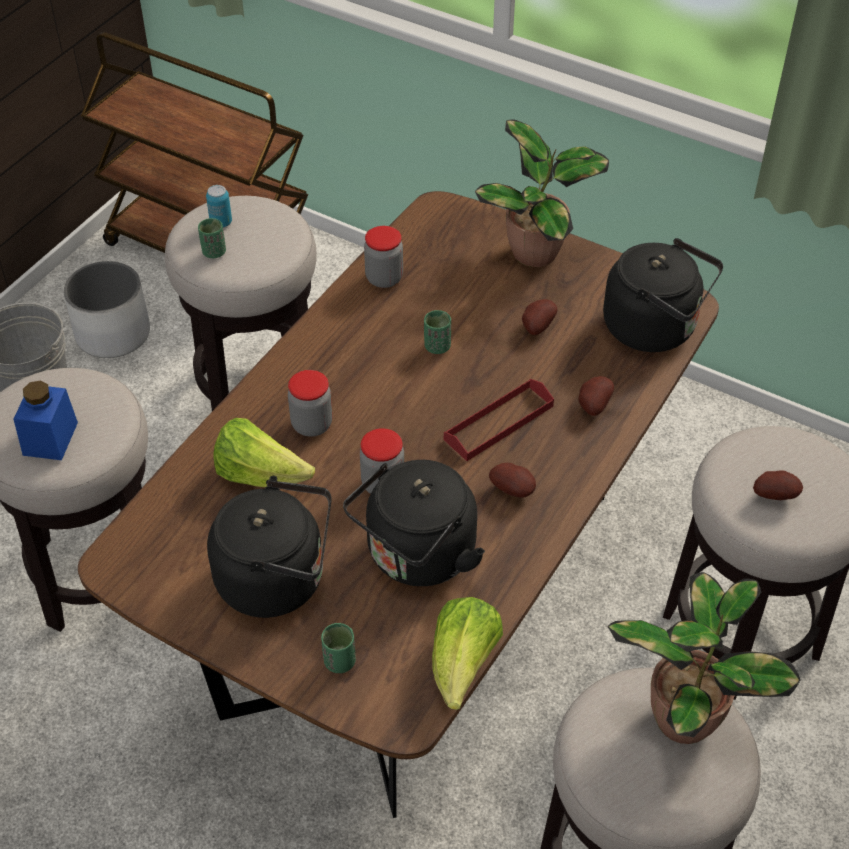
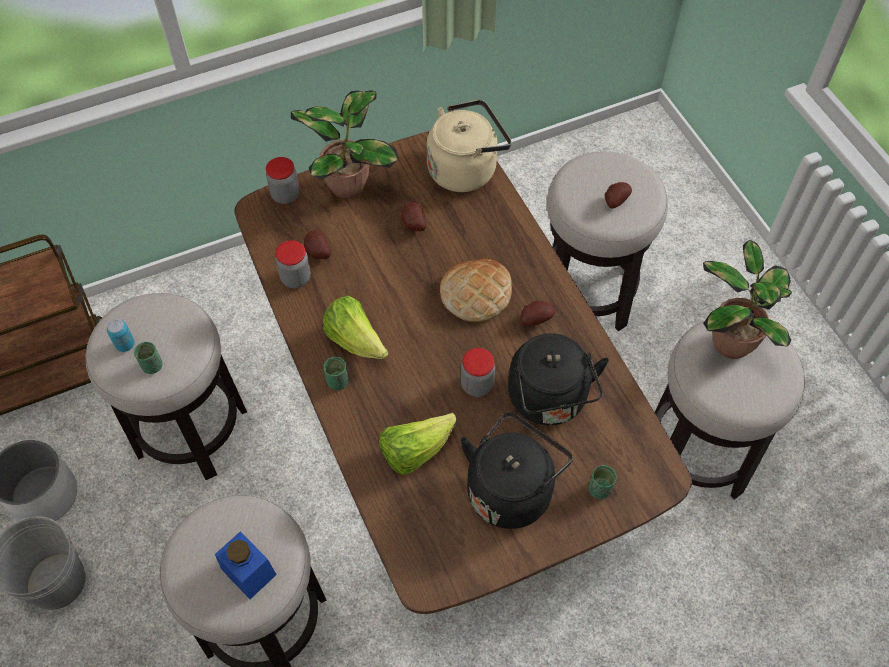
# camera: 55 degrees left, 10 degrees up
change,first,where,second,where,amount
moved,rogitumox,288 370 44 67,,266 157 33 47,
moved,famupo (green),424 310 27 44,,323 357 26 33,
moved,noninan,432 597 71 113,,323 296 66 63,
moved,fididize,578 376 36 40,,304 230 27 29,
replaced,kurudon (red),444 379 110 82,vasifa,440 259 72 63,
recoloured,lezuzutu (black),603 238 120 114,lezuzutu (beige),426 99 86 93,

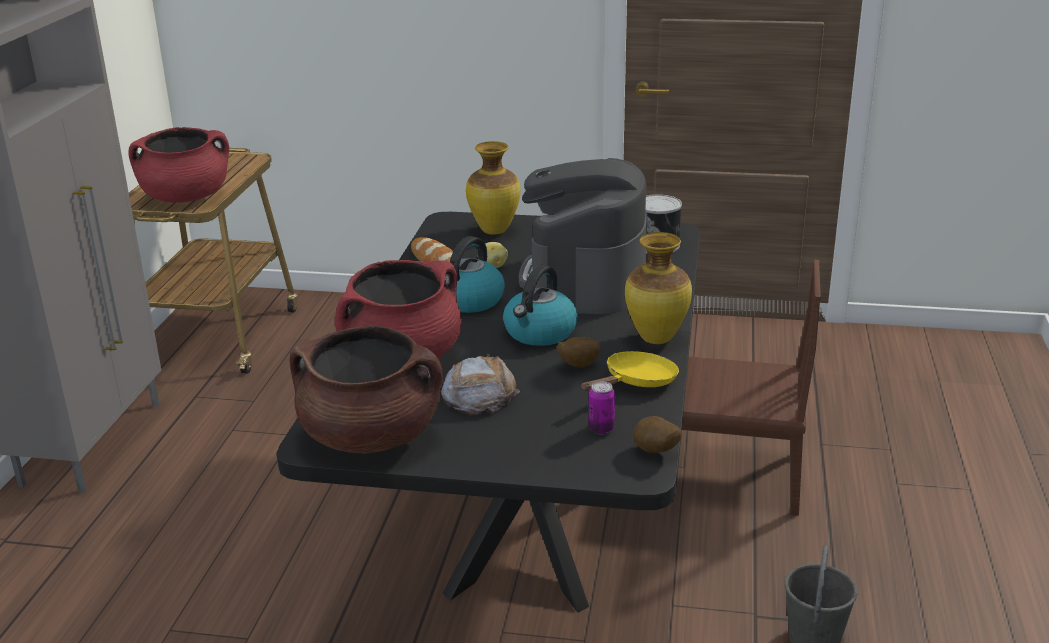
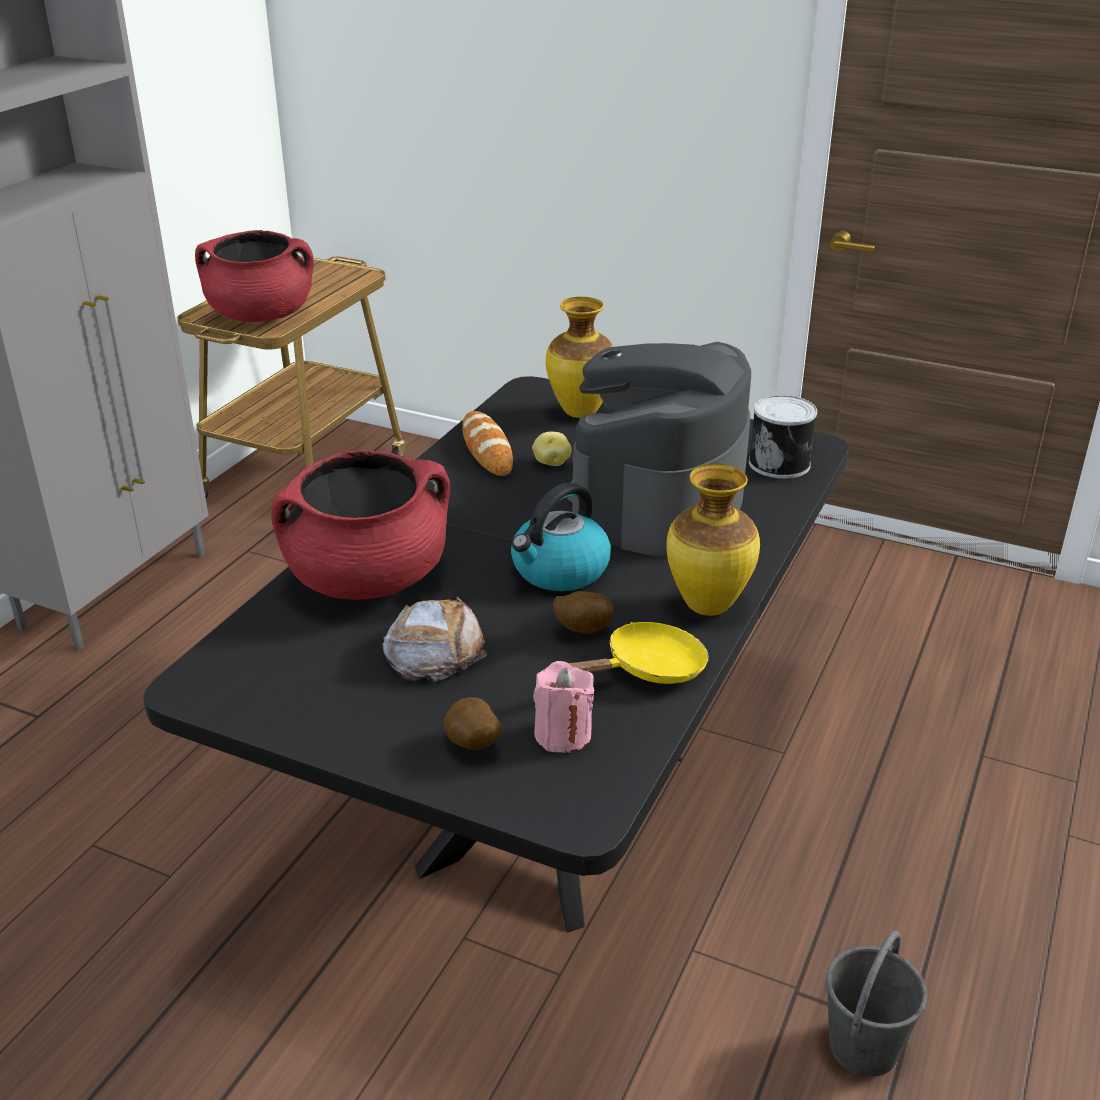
# camera: 15 degrees right, 5 degrees up
change,first,where,second,where,amount
removed,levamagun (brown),289 326 154 128,,,
removed,lezuzutu,445 236 60 77,,,
removed,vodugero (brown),682 260 139 256,,,
moved,fididize,634 416 48 37,,443 697 59 53,
replaced,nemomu,589 382 26 52,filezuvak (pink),533 661 62 92,

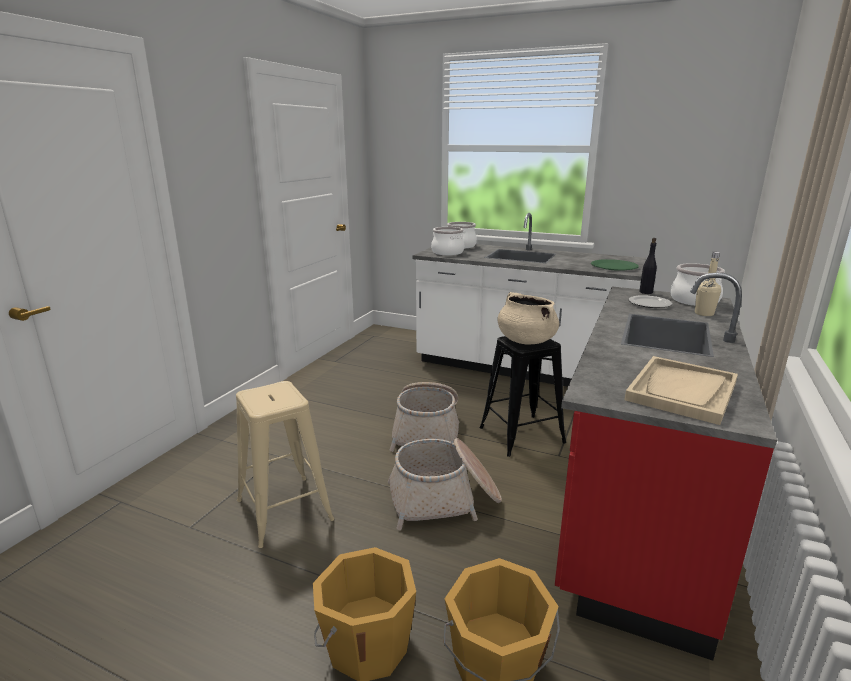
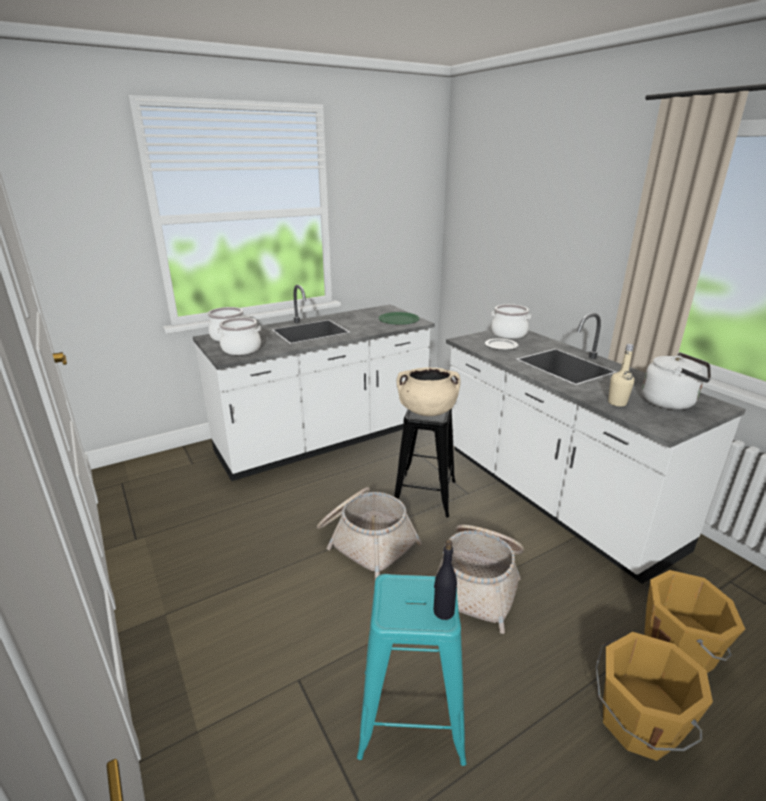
# camera: 55 degrees left, 5 degrees up
change,first,where,second,where,amount
moved,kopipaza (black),639 238 18 56,,434 540 23 80,
moved,kopipaza (beige),695 252 26 64,,608 344 26 63,
replaced,kurudon (beige),625 356 113 69,lezuzutu (white),642 352 69 58,
recoloured,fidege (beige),236 381 98 167,fidege (turquoise),357 574 110 192,
recoloured,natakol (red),555 272 222 389,natakol (white),446 313 300 271,

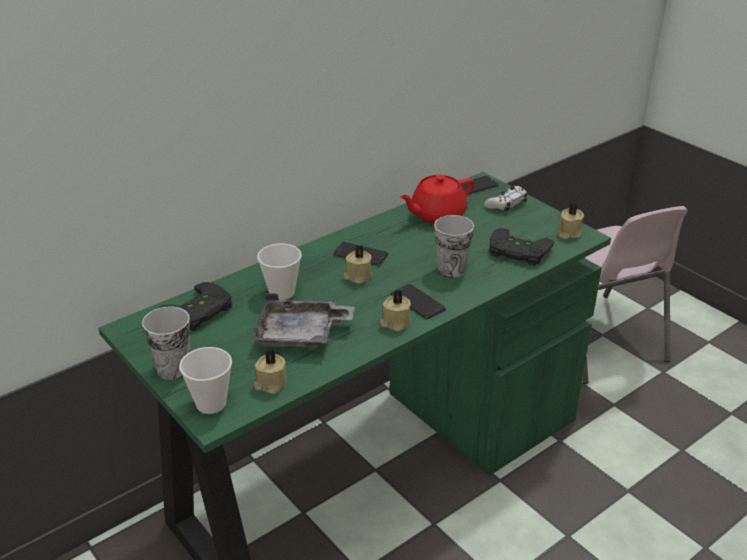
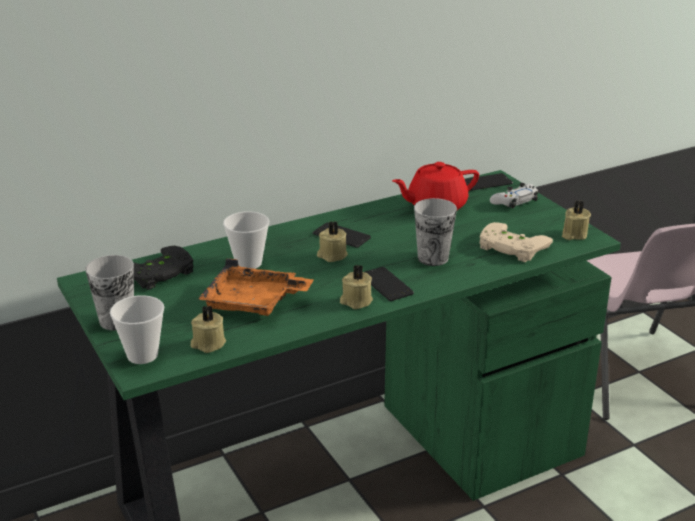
# camera: 10 degrees right, 5 degrees down
change,first,where,second,where,amount
recoloured,kurudon (grey),251 293 104 55,kurudon (orange),198 258 116 58,
recoloured,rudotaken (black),490 228 64 38,rudotaken (beige),480 222 73 41,

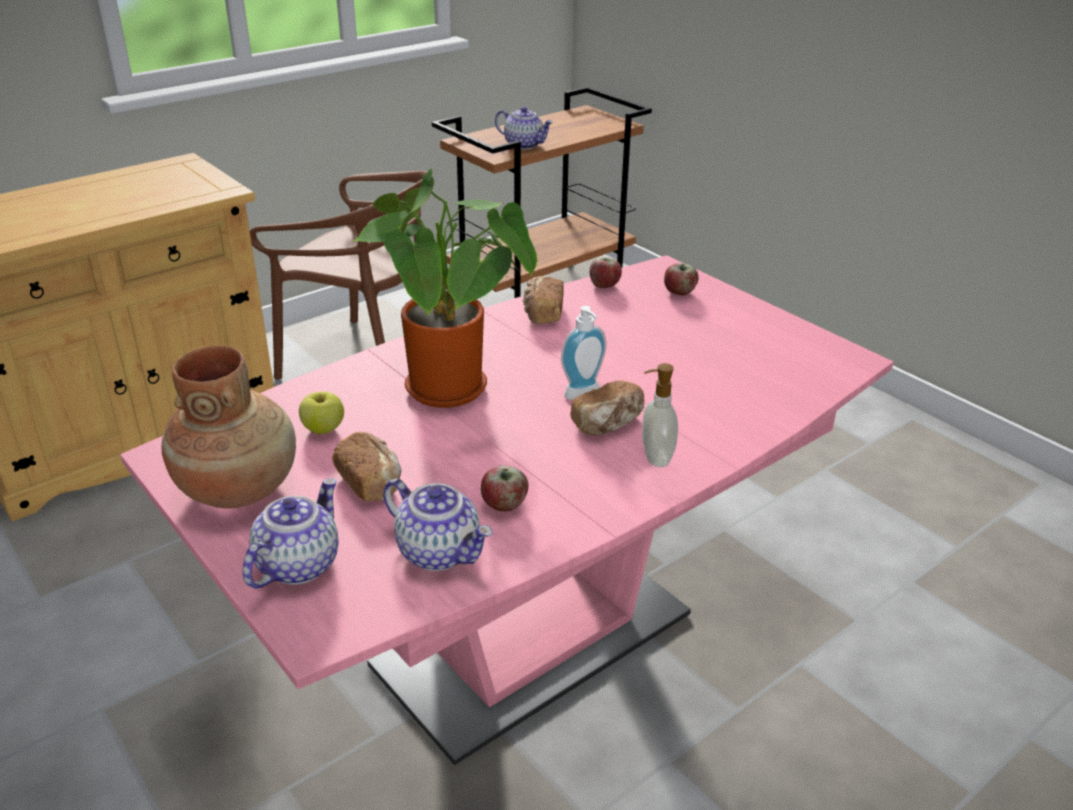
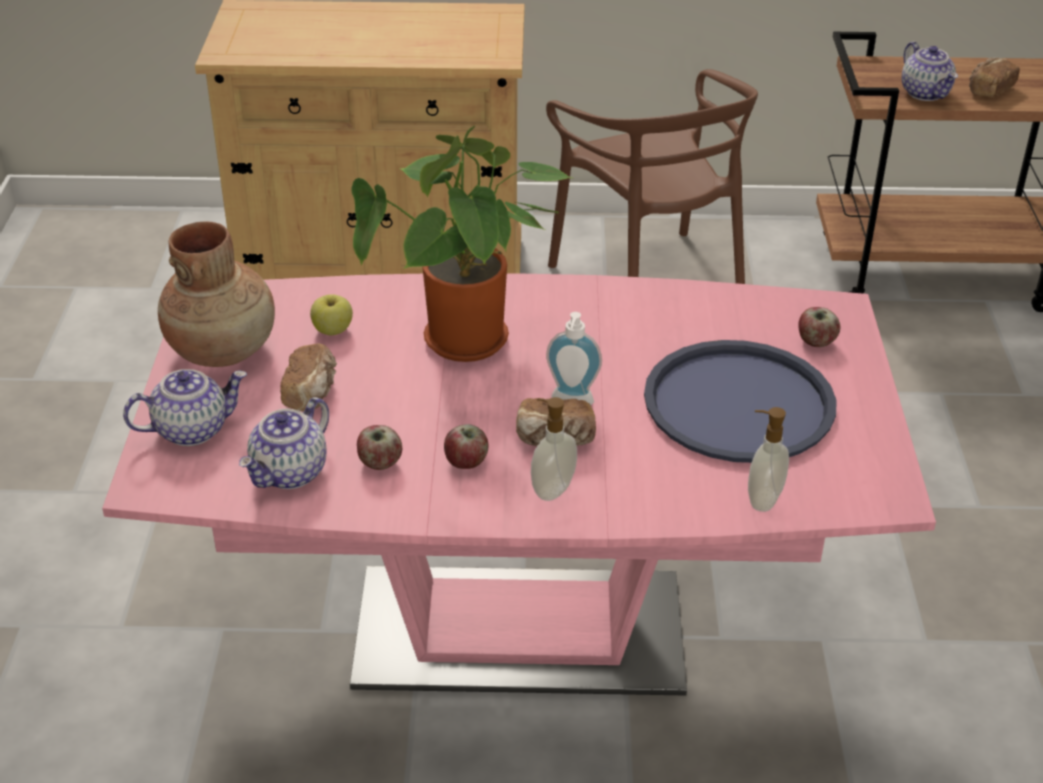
# camera: 40 degrees right, 5 degrees up
change,first,where,second,where,amount
added,,,kurudon (blue),644 340 192 123,
added,,,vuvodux,748 407 41 105,
moved,vasifa,523 276 41 48,,969 58 51 39,
moved,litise,589 257 33 31,,444 424 45 45,
turned,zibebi,383 478 110 93,,239 397 90 92,45 degrees clockwise

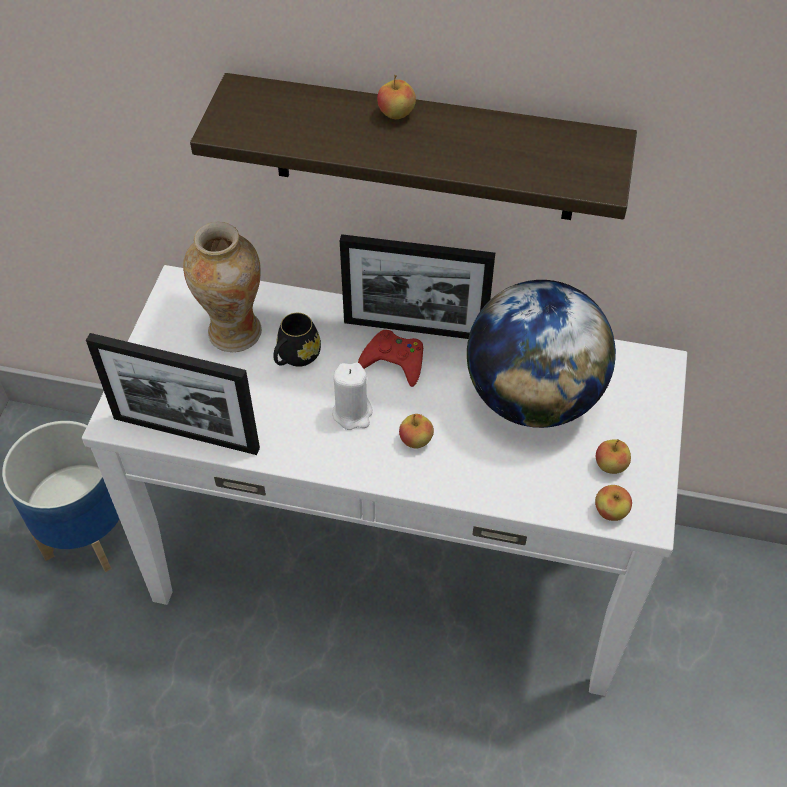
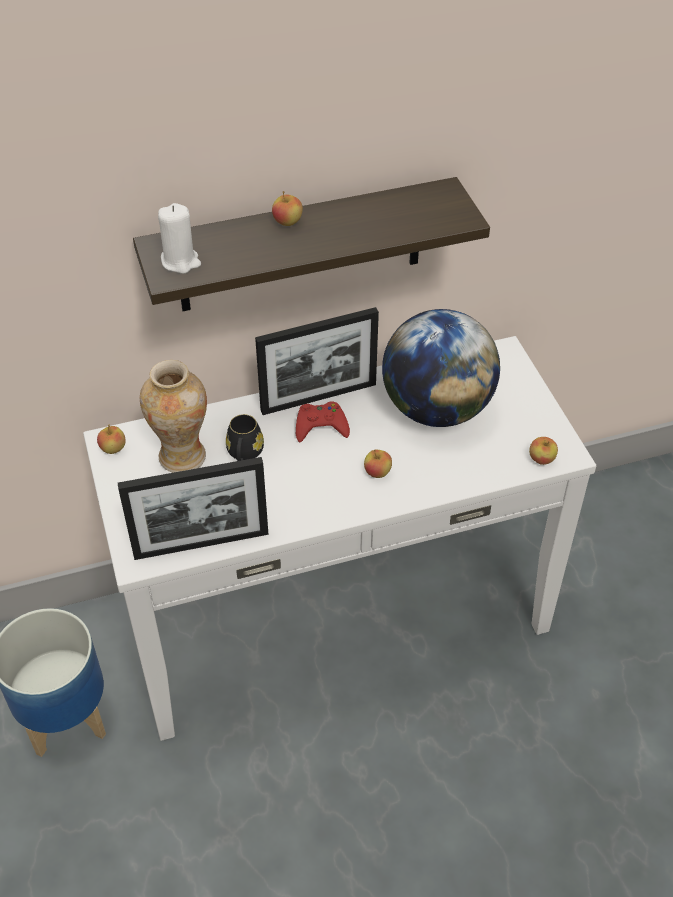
# camera: 30 degrees left, 5 degrees down
change,first,where,second,where,amount
moved,filezuvak (white),332 363 41 67,,158 203 43 71,
moved,litise,596 439 35 35,,97 424 29 30,

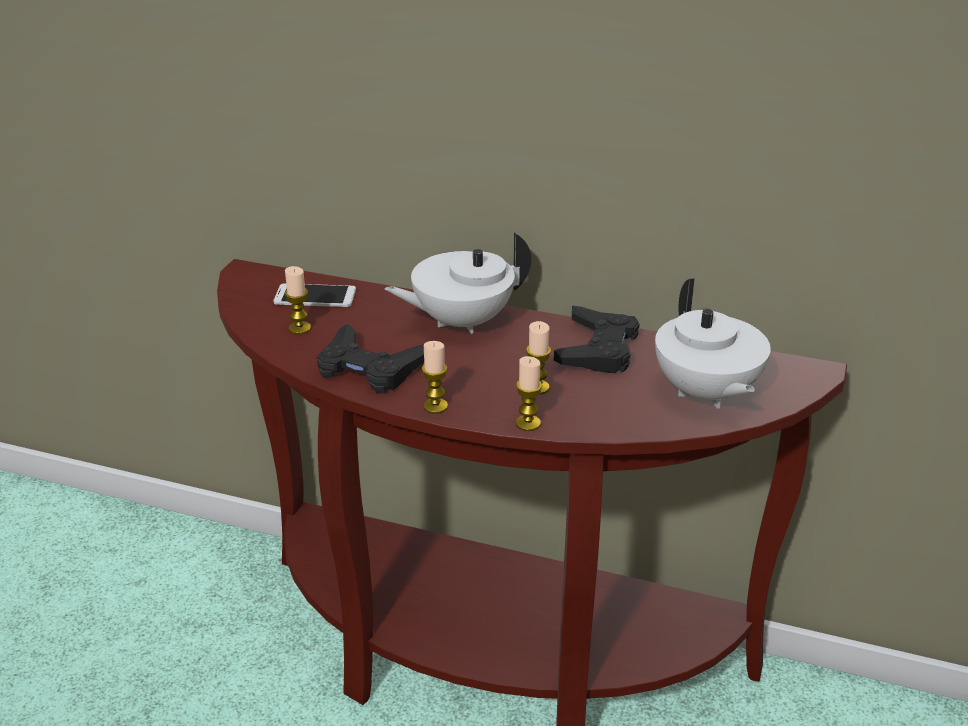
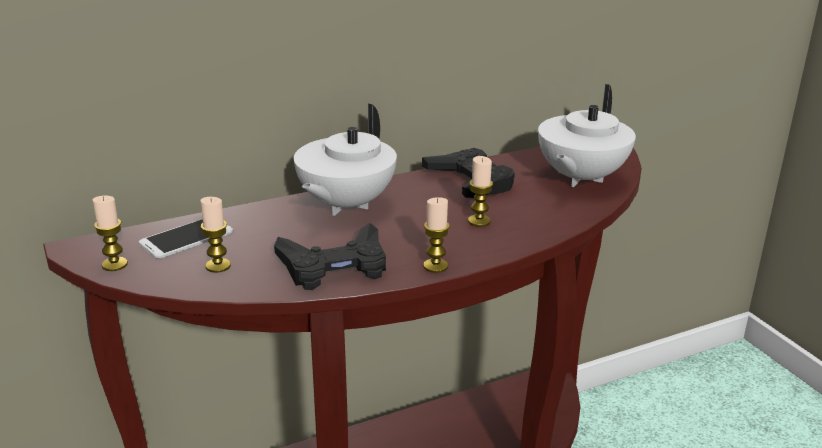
# camera: 45 degrees left, 5 degrees down
change,first,where,second,where,amount
moved,filezuvak,516 356 26 75,,92 196 36 75,
turned,zibebi (white),655 278 116 131,,538 84 98 103,90 degrees clockwise

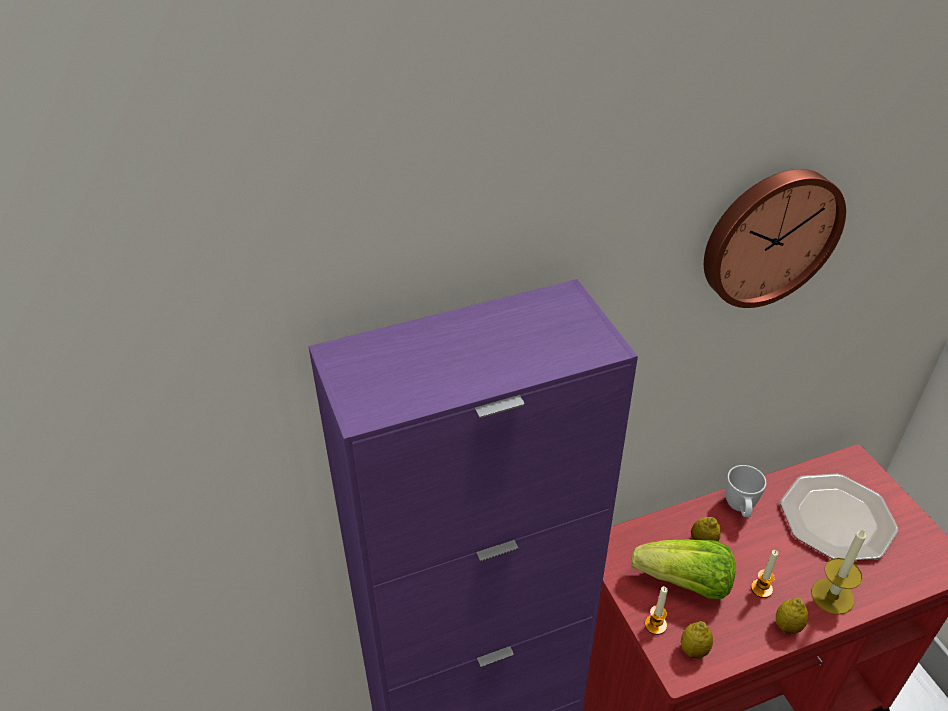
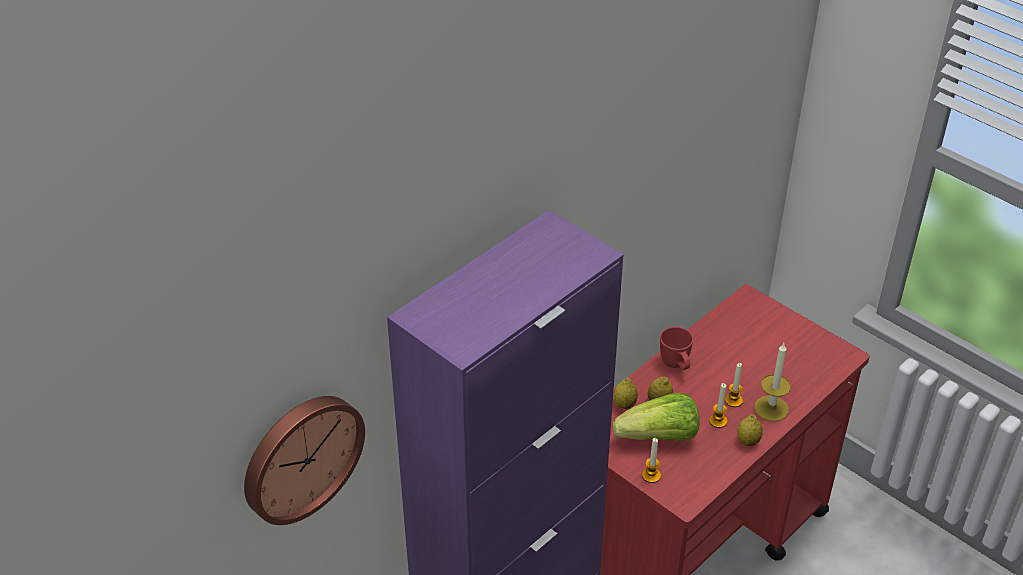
# camera: 25 degrees left, 0 degrees up
change,first,where,second,where,amount
removed,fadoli,780 474 118 86,,,
added,,,filezuvak,725 363 18 44,
moved,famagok,681 621 32 38,,614 378 24 31,
moved,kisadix,704 169 142 139,,244 396 121 129,
recoloured,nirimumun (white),726 465 40 52,nirimumun (red),660 327 33 43,

